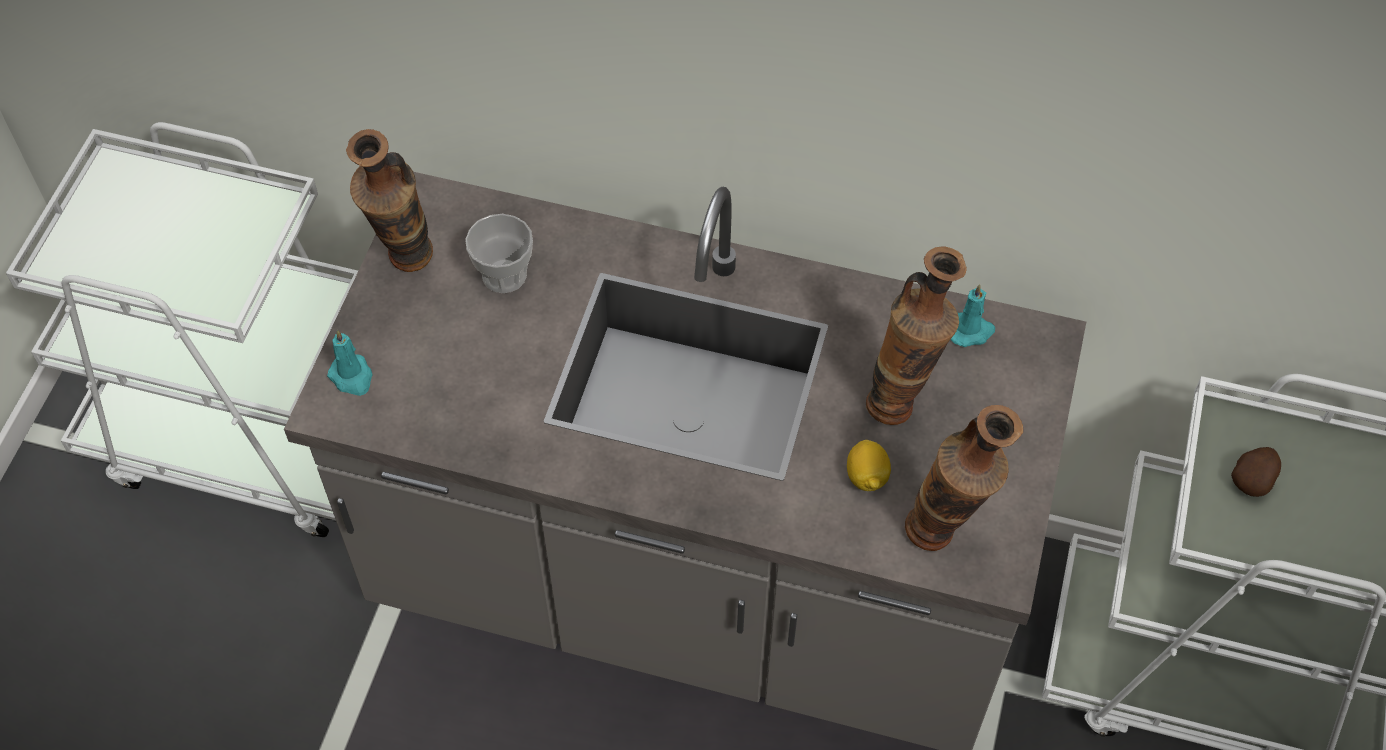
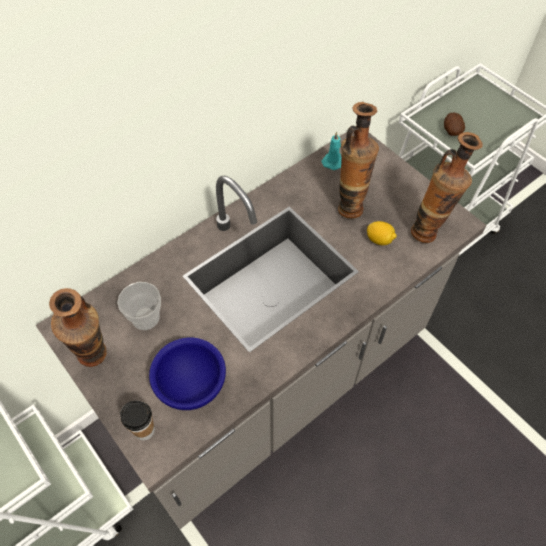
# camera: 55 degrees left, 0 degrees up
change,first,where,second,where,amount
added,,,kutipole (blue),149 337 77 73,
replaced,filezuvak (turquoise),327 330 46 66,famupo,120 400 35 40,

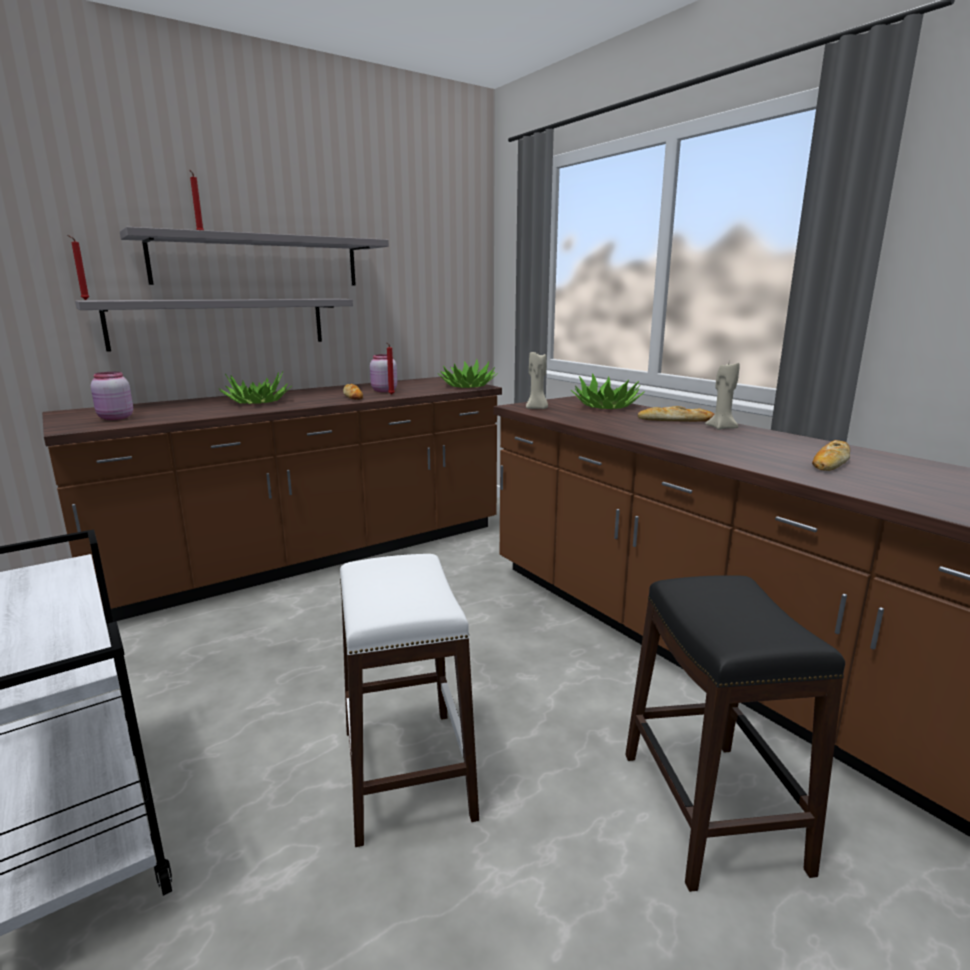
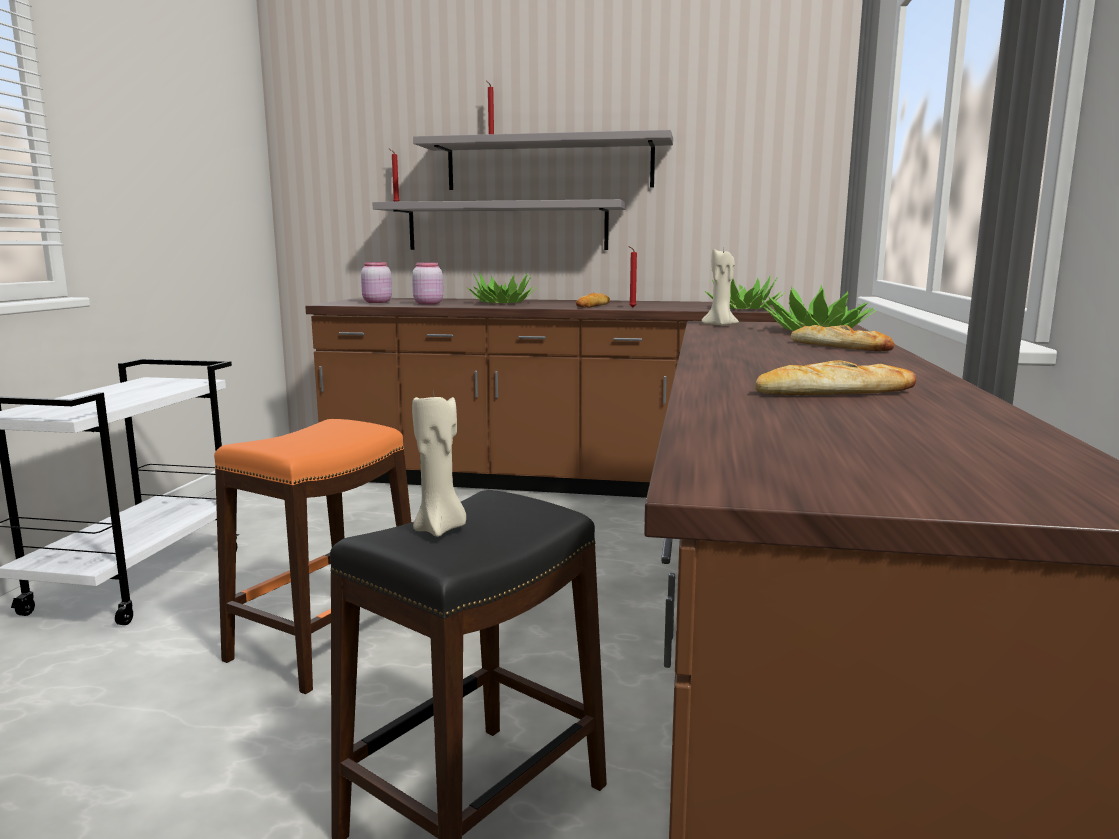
# camera: 45 degrees right, 5 degrees down
change,first,where,second,where,amount
moved,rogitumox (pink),370 354 27 38,,412 262 31 43,
moved,filezuvak (beige),705 362 34 68,,412 394 54 143,
recoloured,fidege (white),340 554 139 293,fidege (orange),214 419 197 275,

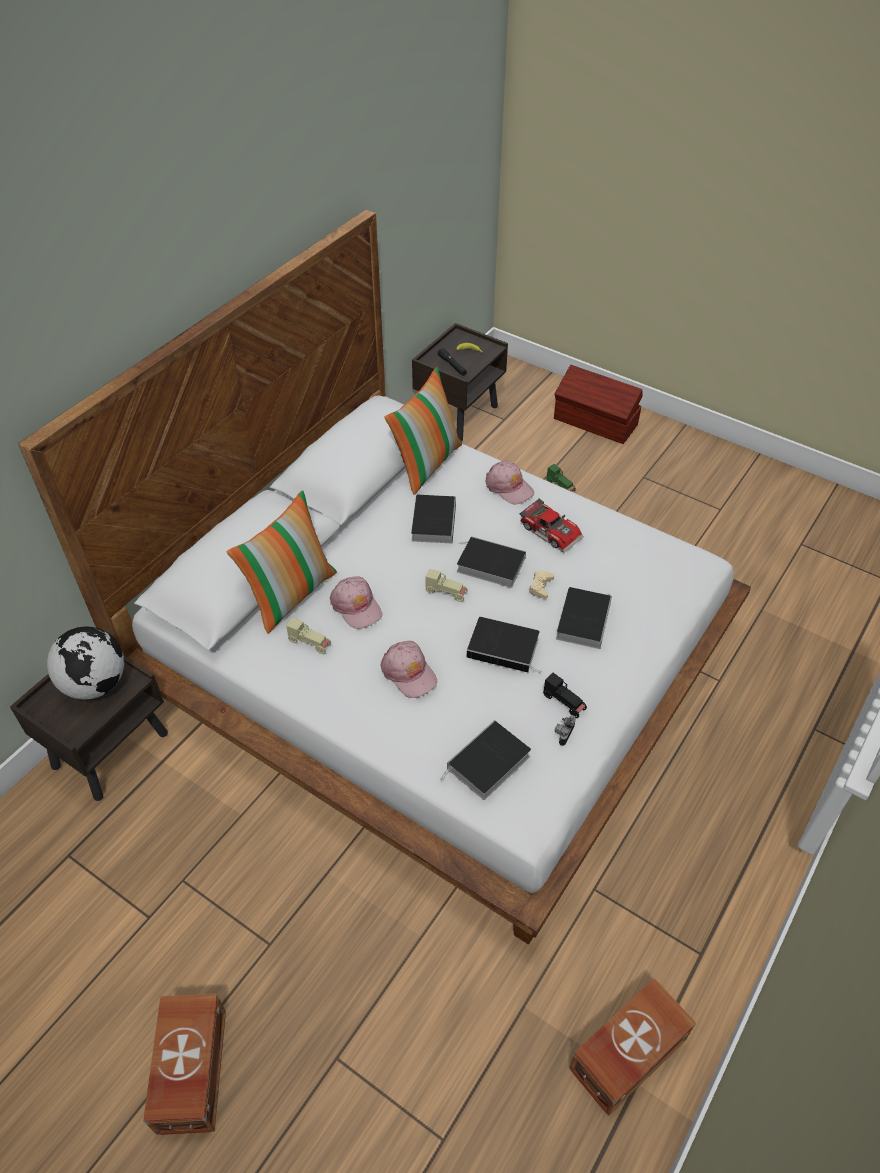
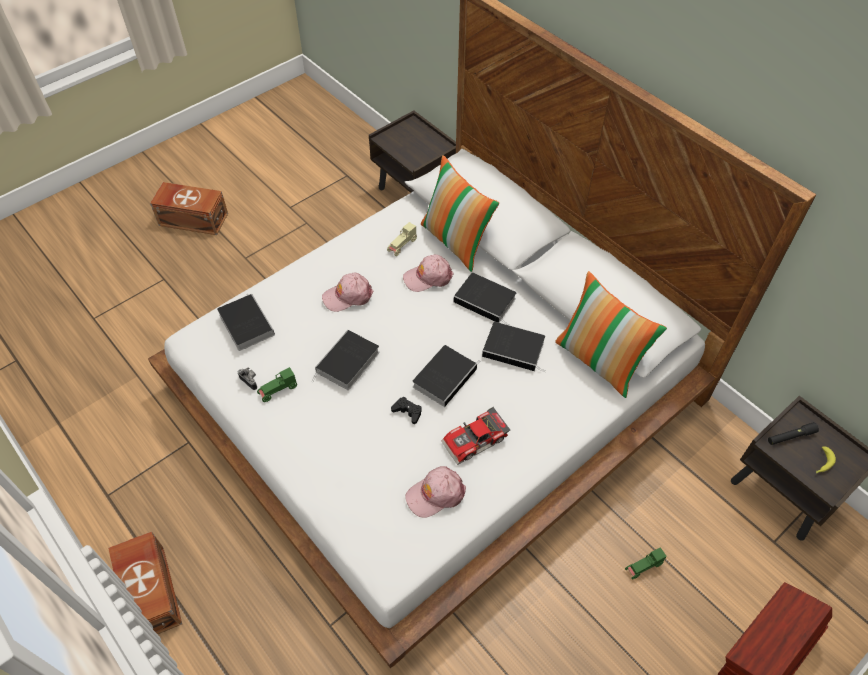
# camera: 105 degrees right, 5 degrees up
change,first,where,second,where,amount
removed,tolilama,47 626 77 74,,,
removed,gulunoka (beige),425 569 43 33,,,
moved,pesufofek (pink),486 461 48 44,,405 466 61 52,
moved,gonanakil,556 587 56 62,,454 273 63 52,
moved,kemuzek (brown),569 978 127 138,,108 531 74 103,
recoloured,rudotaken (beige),529 570 25 29,rudotaken (black),391 397 31 27,
recoloured,gulunoka (black),543 673 44 45,gulunoka (green),257 367 40 35,

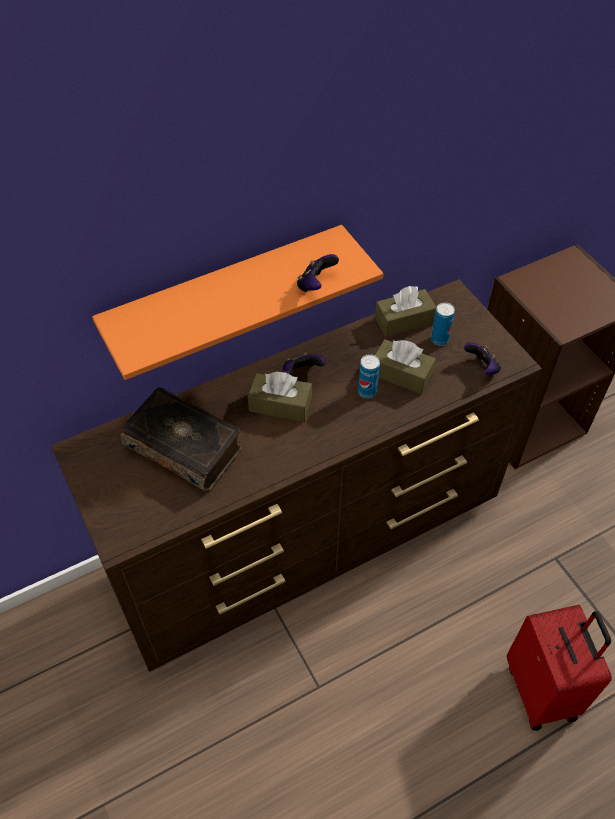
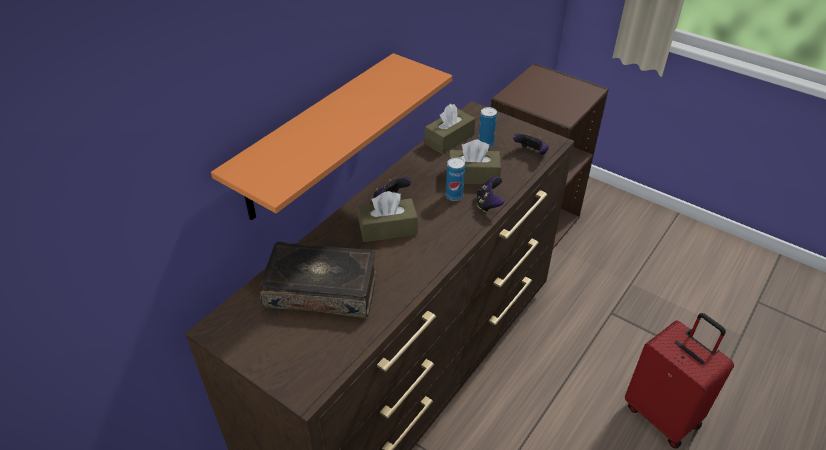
# camera: 25 degrees left, 10 degrees down
change,first,where,second,where,amount
moved,rudotaken,297 254 42 38,,477 176 27 36,

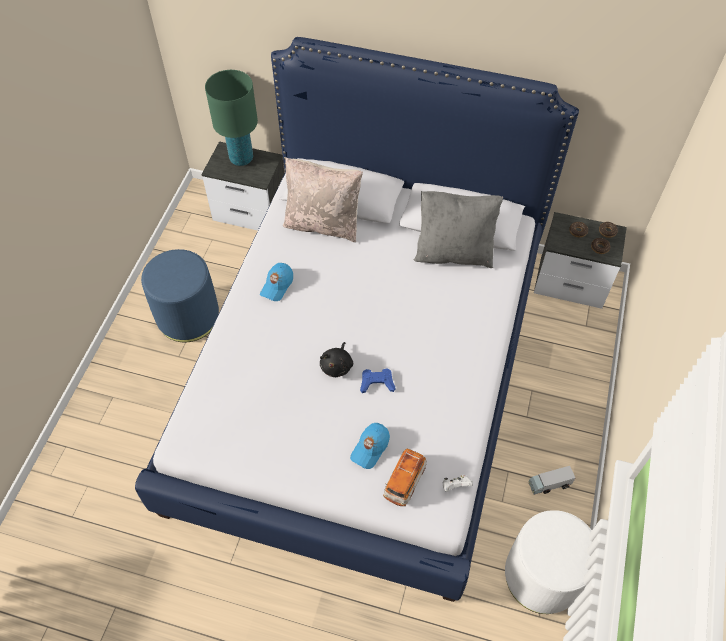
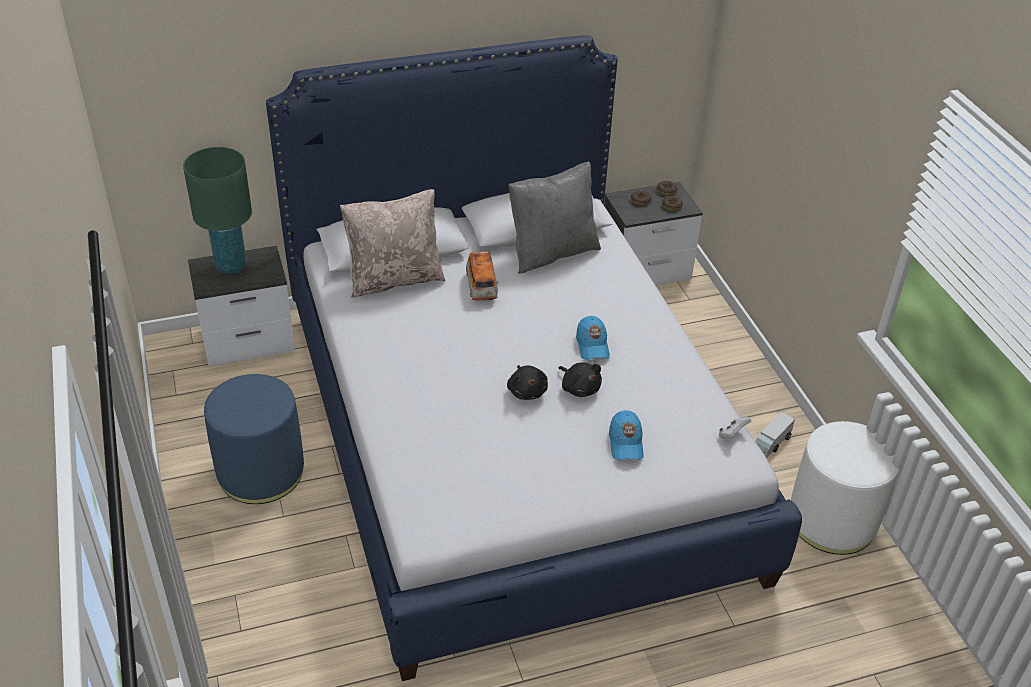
# camera: 35 degrees left, 15 degrees down
change,first,where,second,where,amount
moved,pesufofek (blue),260 263 33 38,,576 316 34 44,
moved,gulunoka,383 449 43 57,,466 251 32 50,
replaced,rudotaken (blue),360 368 36 25,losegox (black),558 362 44 35,

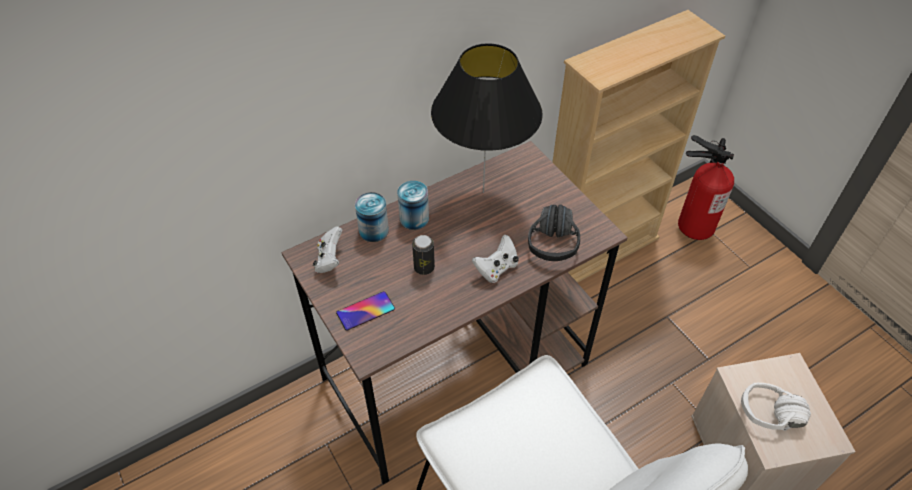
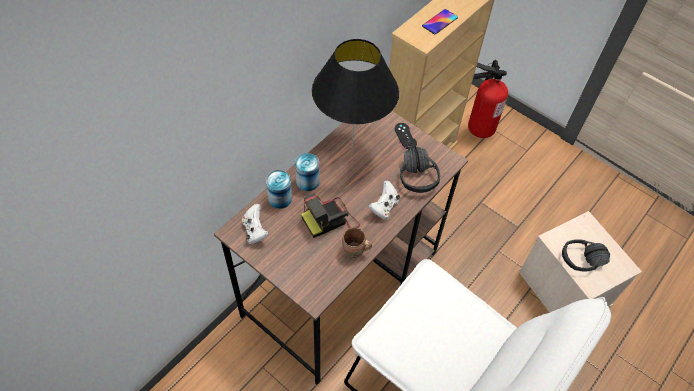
# camera: 20 degrees left, 5 degrees up
change,first,where,second,where,amount
added,,,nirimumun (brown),342 227 30 31,
added,,,rudotaken (black),394 123 23 26,
moved,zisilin,336 291 59 40,,422 9 36 26,
replaced,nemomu,412 235 23 40,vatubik,301 193 59 45,
recoloured,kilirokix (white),741 383 70 48,kilirokix (black),562 239 48 32,

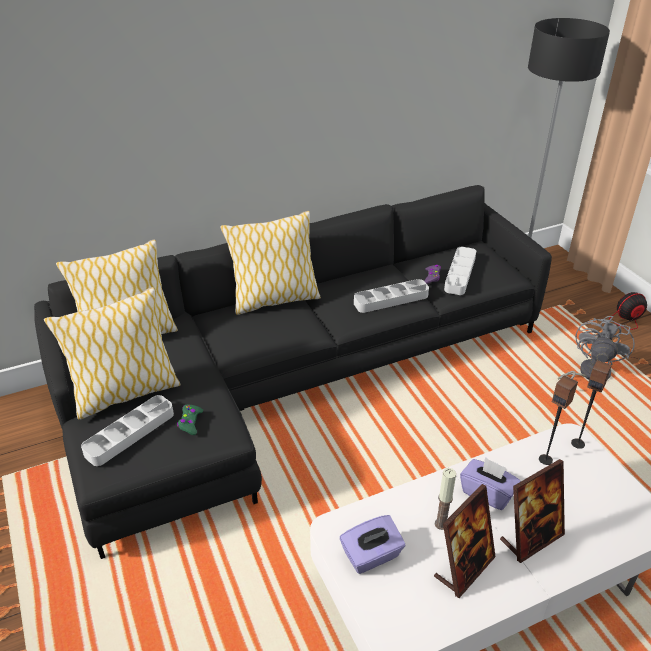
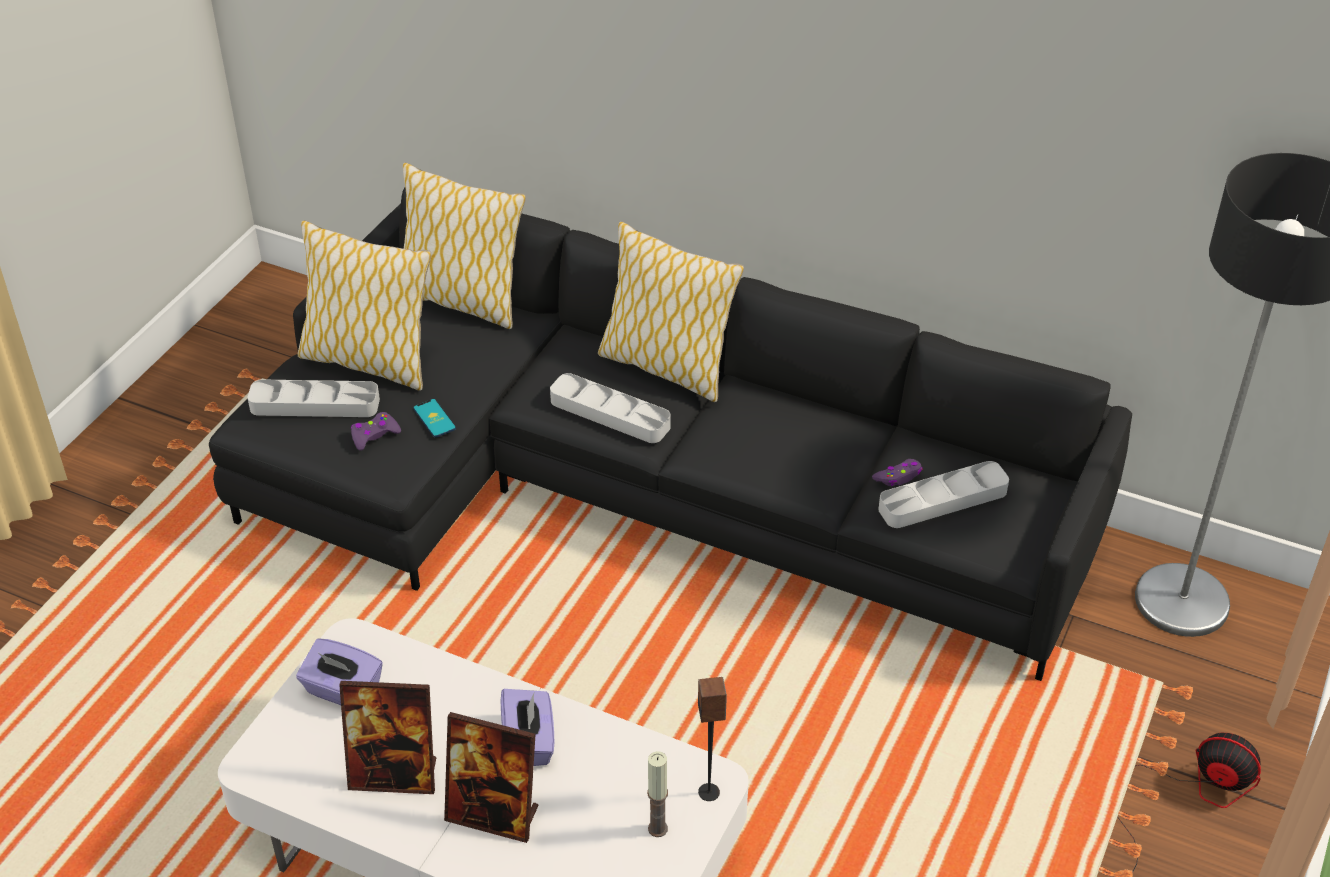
# camera: 50 degrees right, 5 degrees up
change,first,where,second,where,amount
removed,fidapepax,539 375 39 90,,,
removed,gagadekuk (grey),558 316 77 64,,,
added,,,zisilin,413 399 43 39,
moved,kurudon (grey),354 279 75 34,,550 373 120 70,
moved,filezuvak,435 468 21 62,,647 751 21 86,
recoloured,rudotaken (green),177 405 26 30,rudotaken (purple),351 412 50 39,

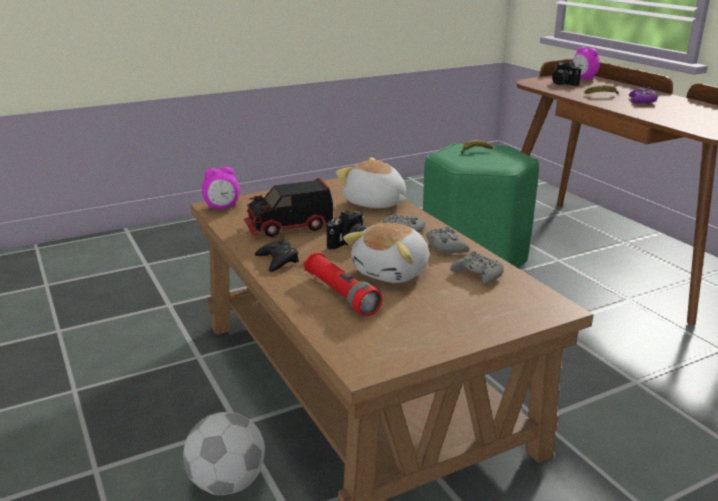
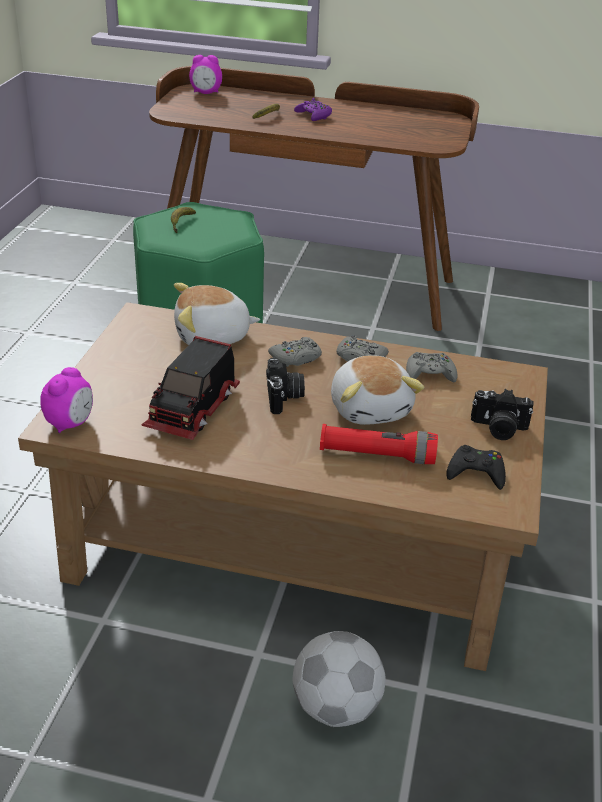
# camera: 50 degrees left, 10 degrees up
change,first,where,second,where,amount
moved,rudotaken (black),255 239 44 33,,446 445 60 45,
moved,vatubik,552 62 29 24,,471 389 63 51,

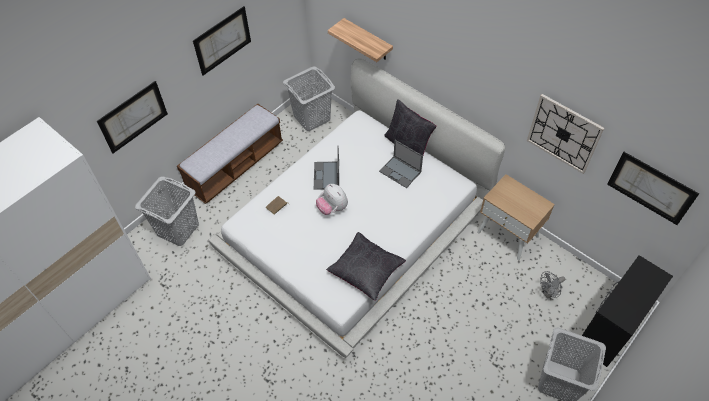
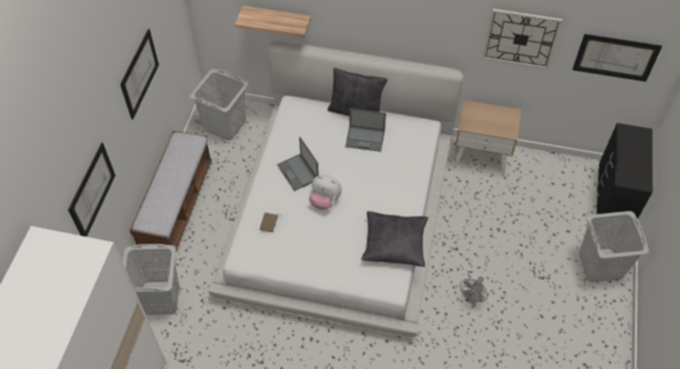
# camera: 30 degrees left, 0 degrees up
change,first,where,second,where,amount
moved,gagadekuk (grey),540 271 25 28,,460 276 28 29,

